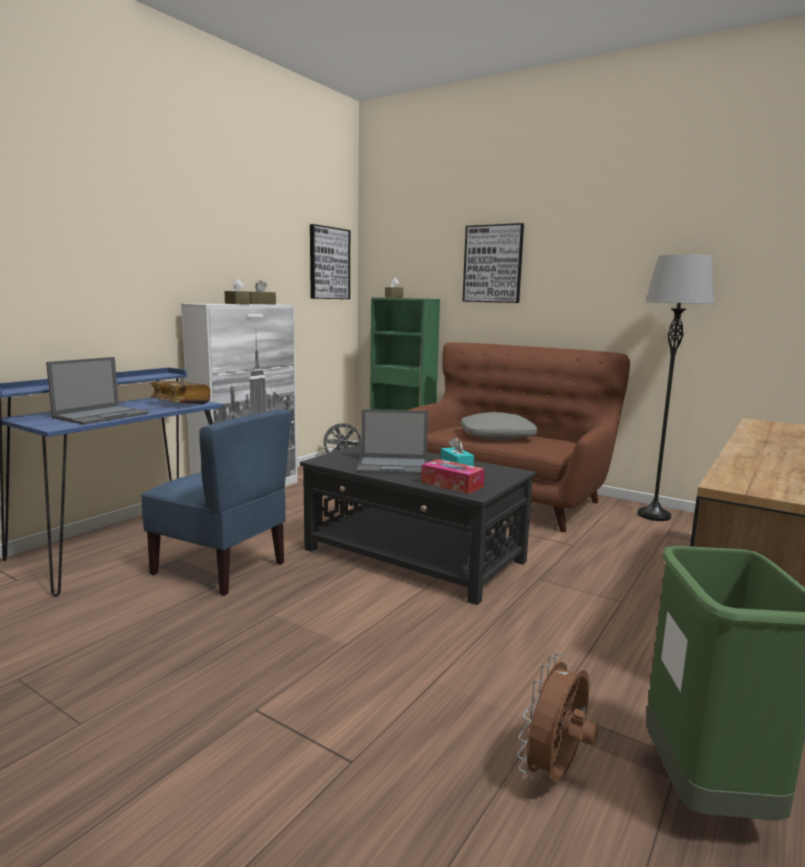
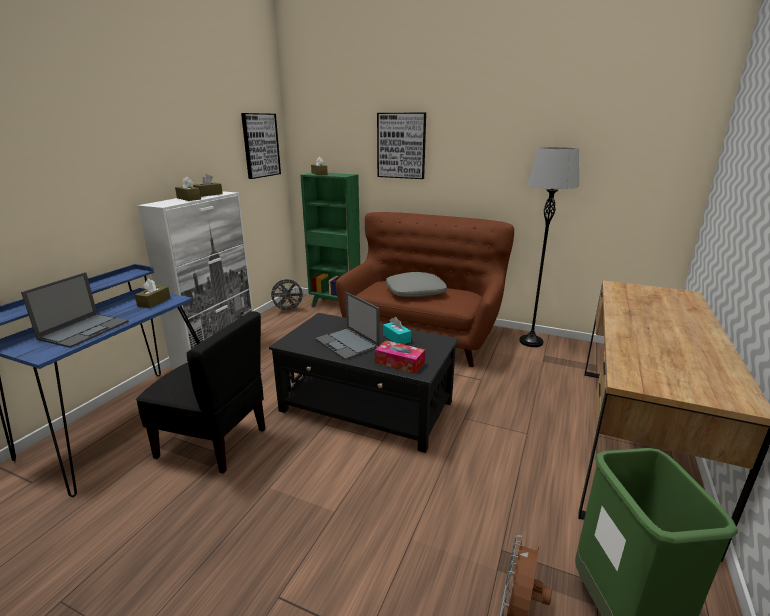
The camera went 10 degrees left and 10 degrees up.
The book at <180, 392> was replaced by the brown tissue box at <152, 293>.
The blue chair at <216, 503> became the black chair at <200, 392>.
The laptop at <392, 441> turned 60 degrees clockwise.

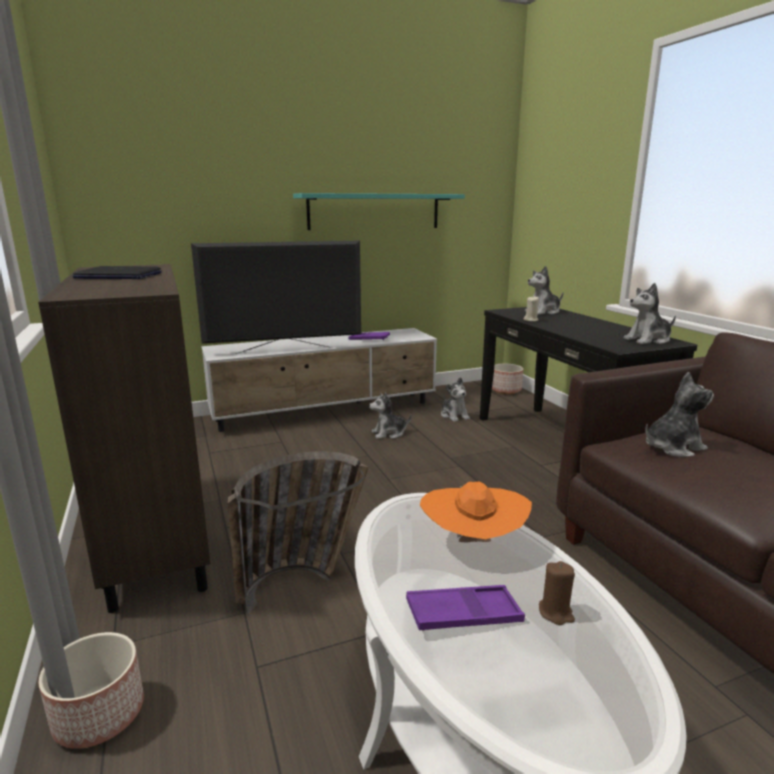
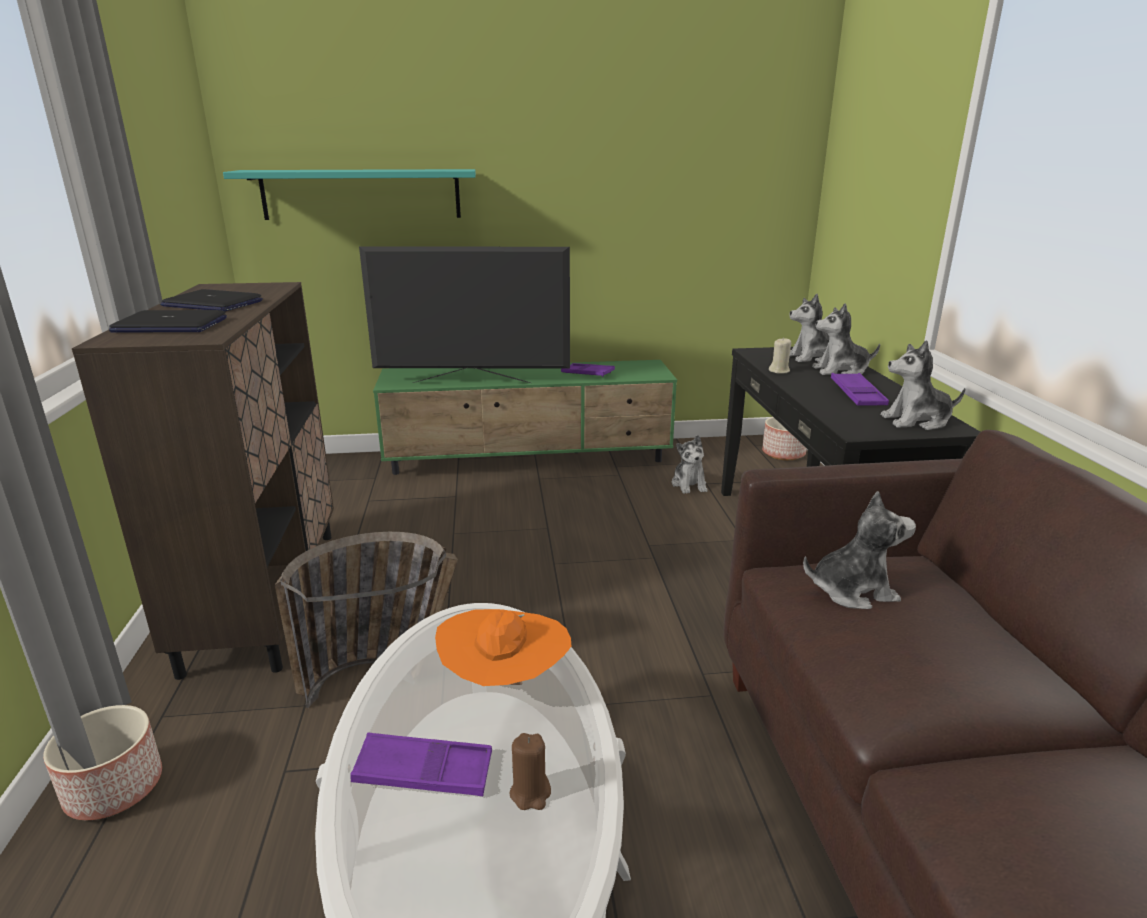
The camera went 15 degrees right and 5 degrees up.
The laptop at <168, 321> appeared.
The turquoise shelf moved from <379, 211> to <349, 194>.
The white tv stand at <319, 380> became the green tv stand at <525, 417>.
The plush toy moved from <390, 415> to <846, 339>.
The purple tray at <860, 389> appeared.

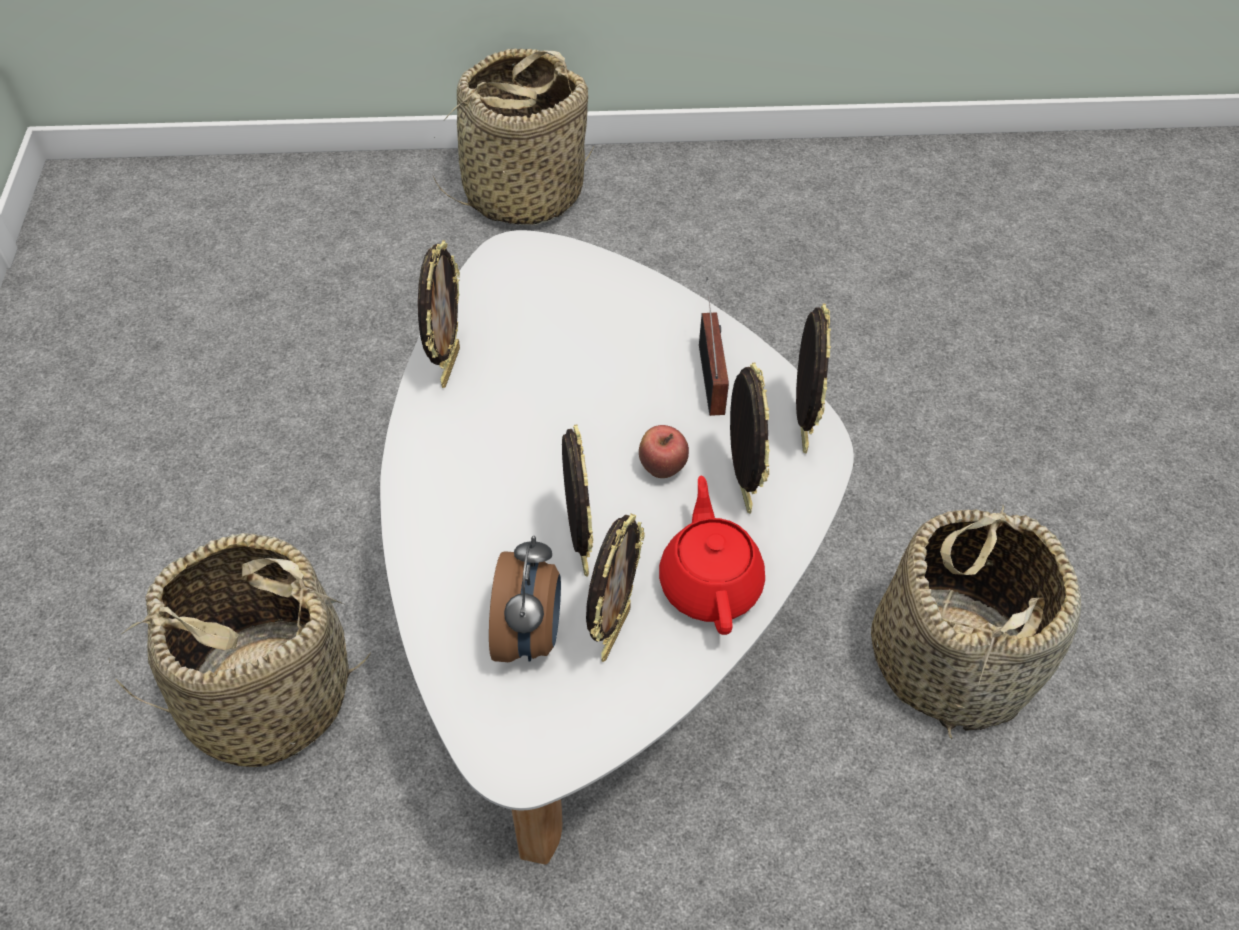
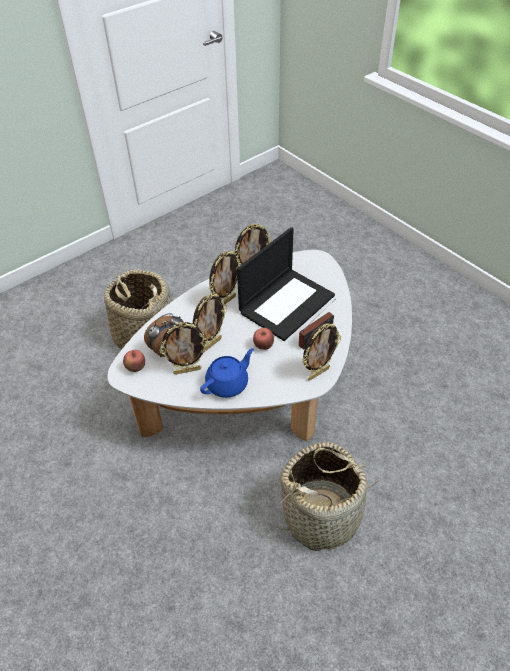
The camera went 55 degrees right and 5 degrees down.
The apple at <134, 361> appeared.
The red teapot at <712, 555> became the blue teapot at <227, 373>.
The picture frame moved from <750, 438> to <225, 278>.
The laptop at <286, 284> appeared.
The basket at <512, 136> disappeared.

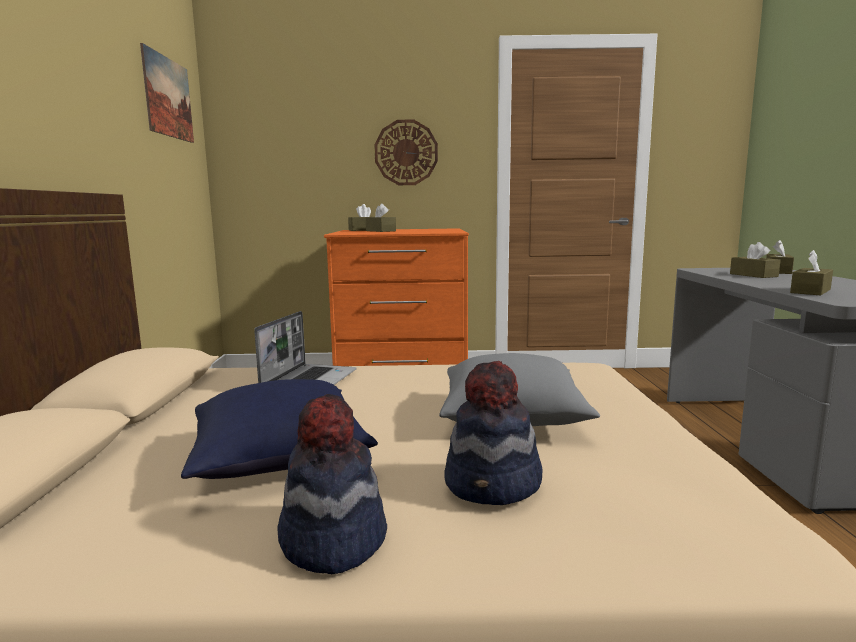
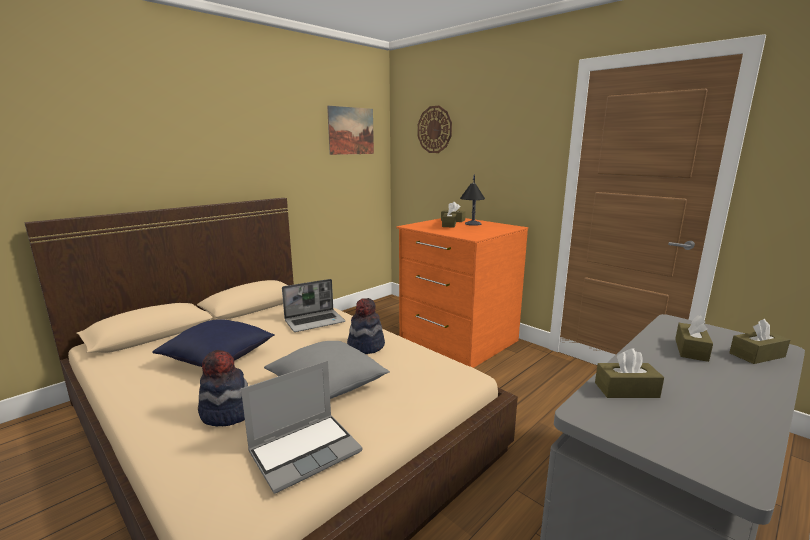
The camera went 45 degrees right and 5 degrees up.
The laptop at <301, 427> appeared.
The hat moved from <332, 484> to <366, 326>.
The wall clock moved from <406, 152> to <435, 129>.
The table lamp at <472, 200> appeared.

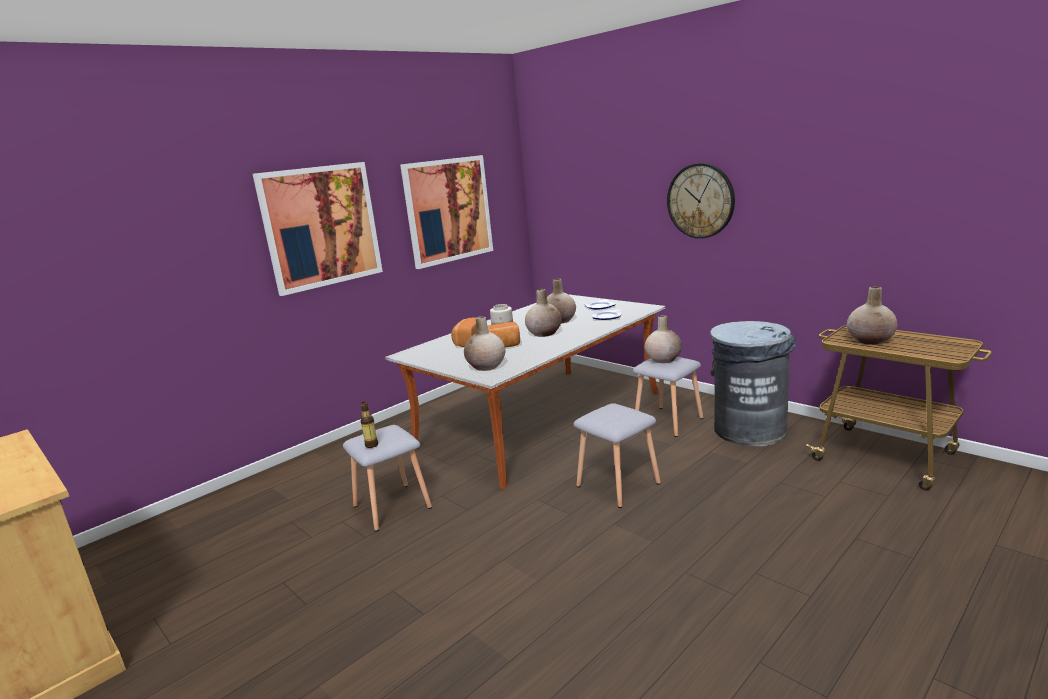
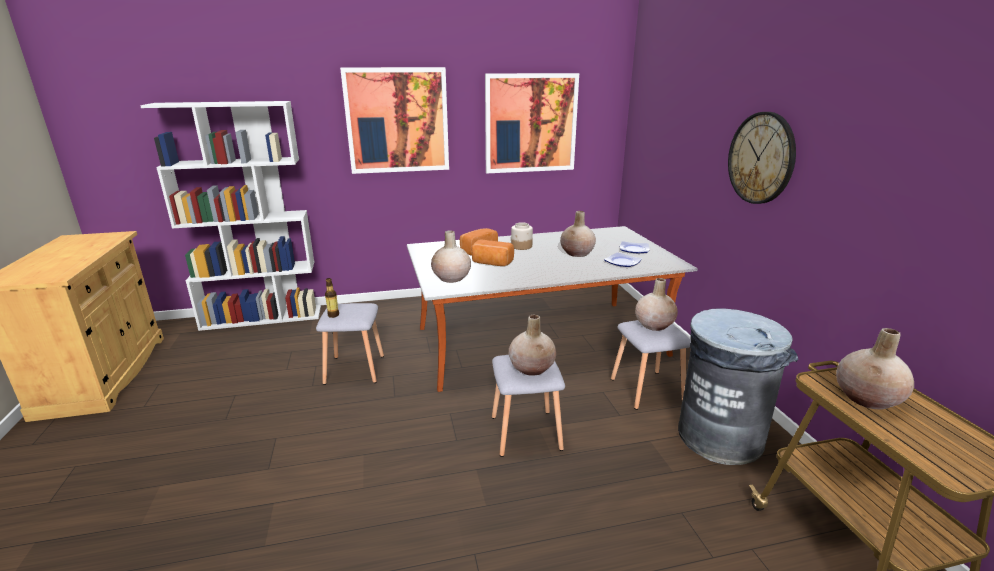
The camera went 30 degrees right and 5 degrees up.
The white bookcase at <230, 216> appeared.
The beige vase moved from <543, 313> to <532, 345>.

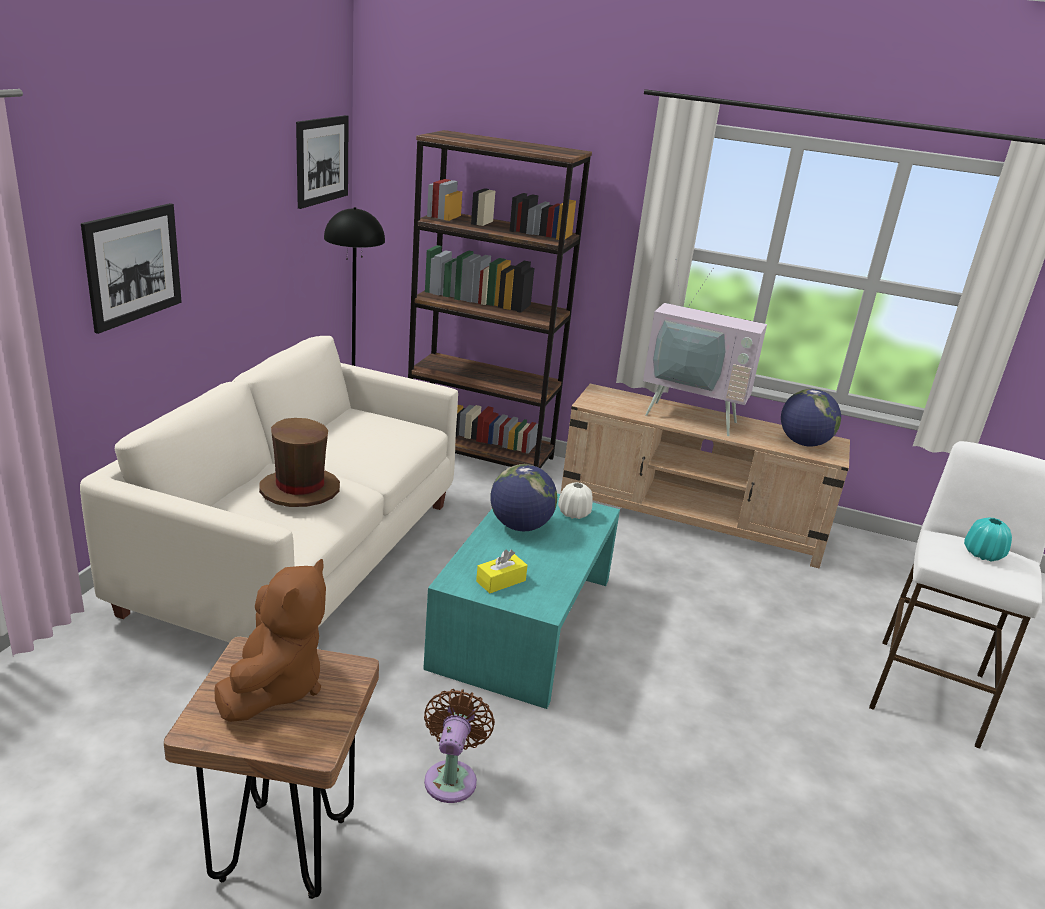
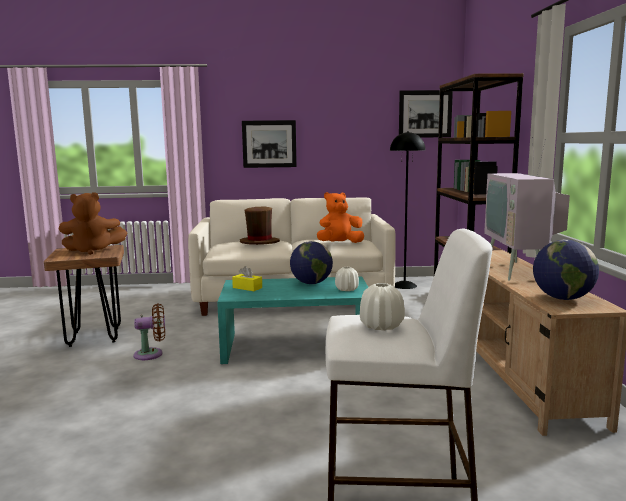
The camera went 70 degrees right and 15 degrees down.
The orange plush toy at <340, 217> appeared.
The turquoise vase at <988, 540> became the white vase at <382, 307>.

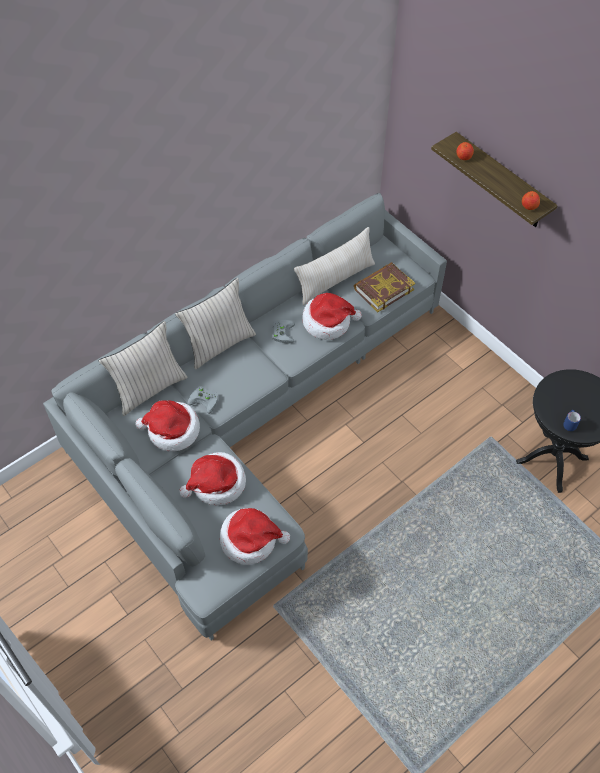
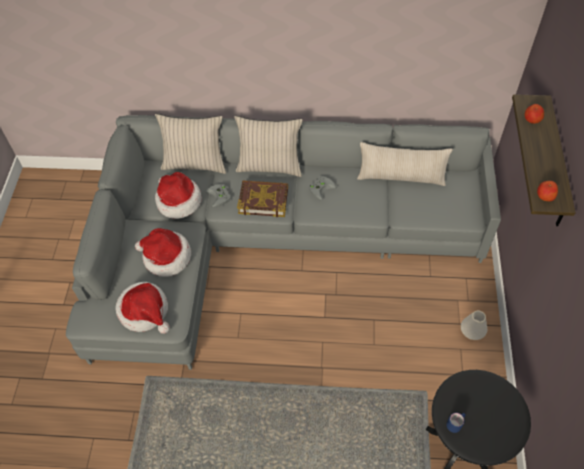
The camera went 45 degrees right and 0 degrees up.
The book moved from <384, 287> to <262, 199>.
The white vase at <474, 325> appeared.
The hat at <332, 316> disappeared.

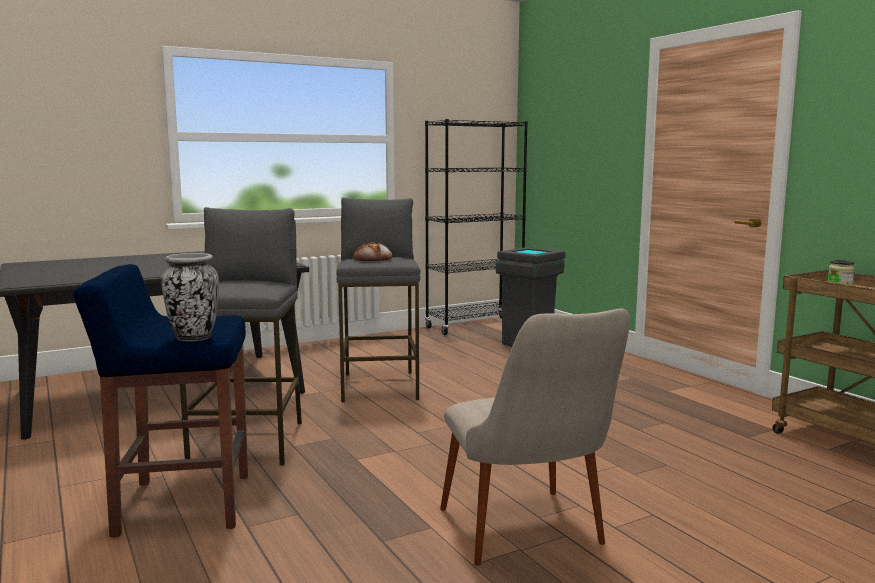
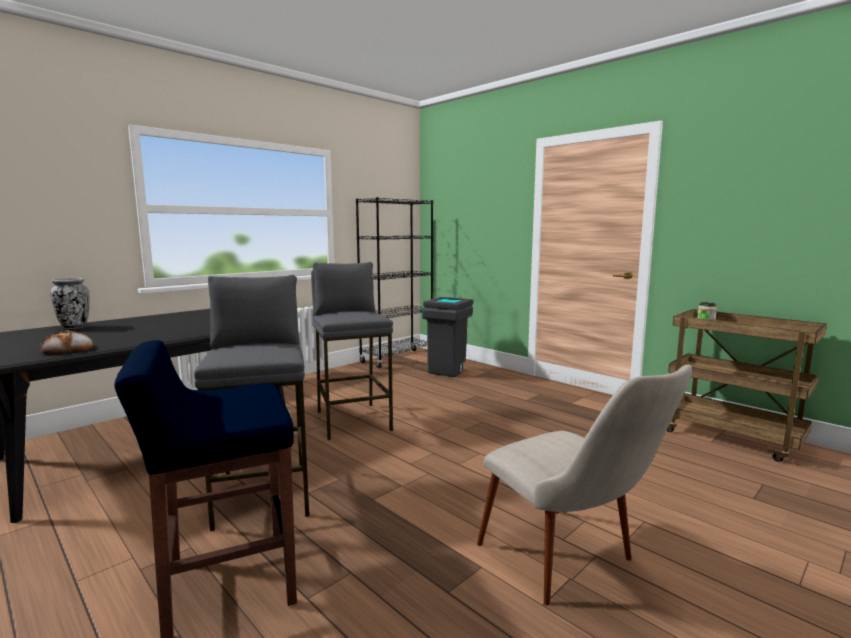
The camera went 15 degrees left and 0 degrees up.
The bread moved from <372, 251> to <66, 342>.
The vase moved from <190, 297> to <70, 303>.

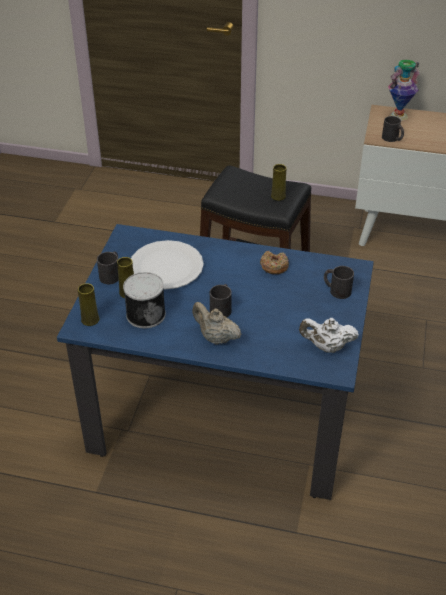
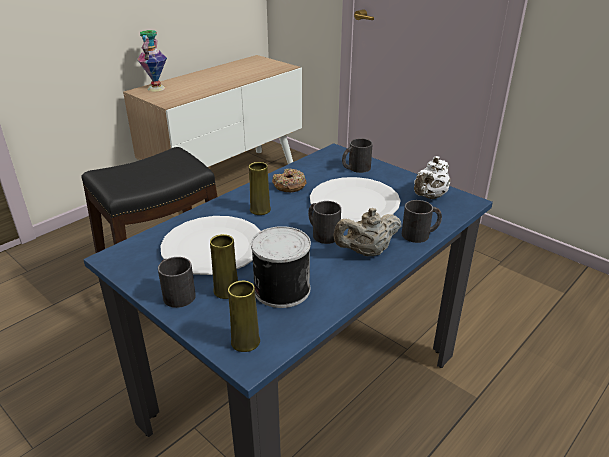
The camera went 60 degrees left and 10 degrees down.
The yellow vase moved from <278, 182> to <260, 188>.
The white plate at <355, 199> appeared.
The black mug moved from <393, 129> to <422, 221>.

